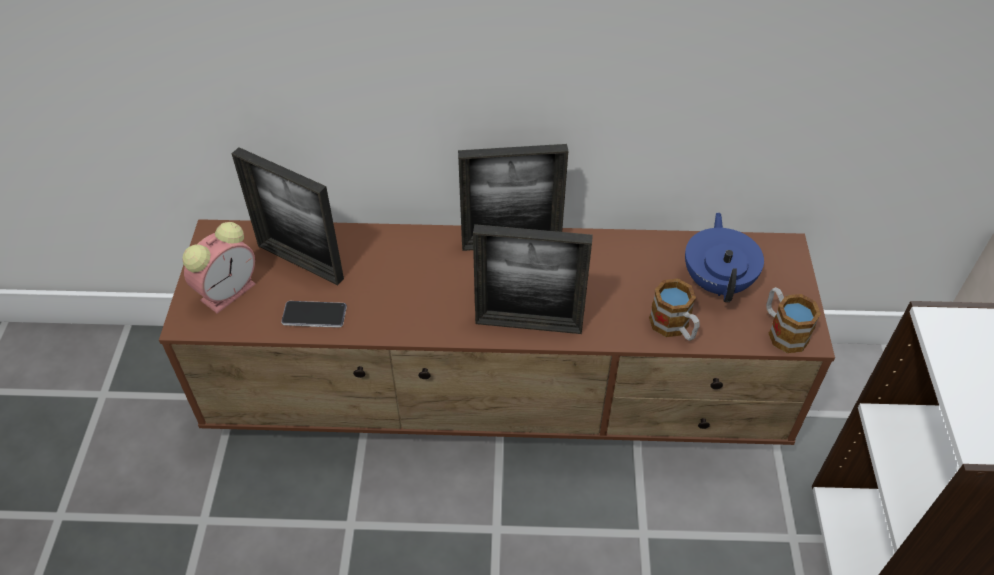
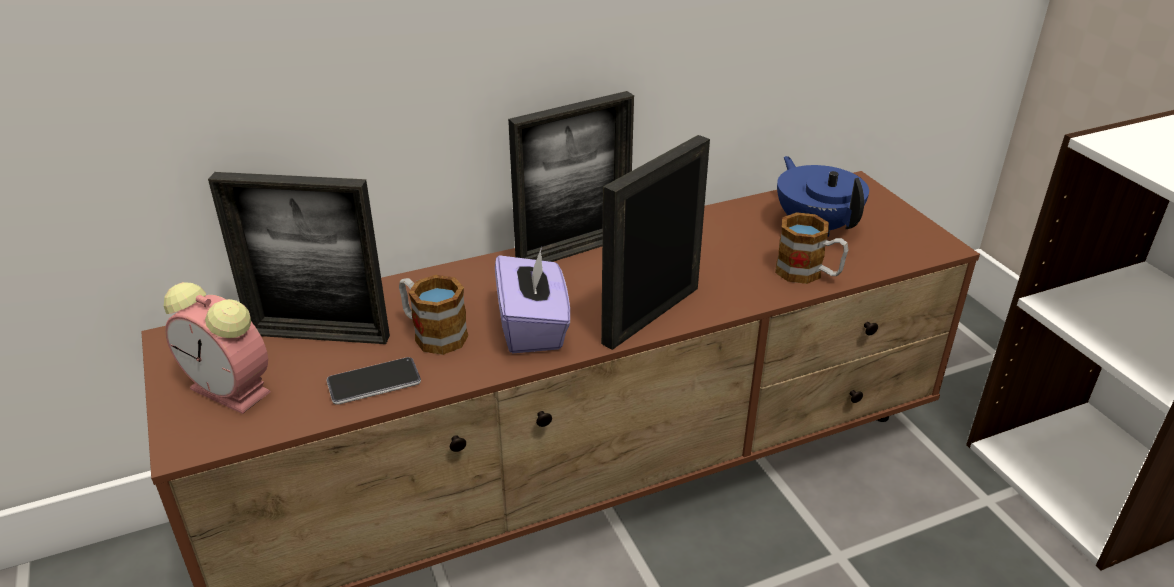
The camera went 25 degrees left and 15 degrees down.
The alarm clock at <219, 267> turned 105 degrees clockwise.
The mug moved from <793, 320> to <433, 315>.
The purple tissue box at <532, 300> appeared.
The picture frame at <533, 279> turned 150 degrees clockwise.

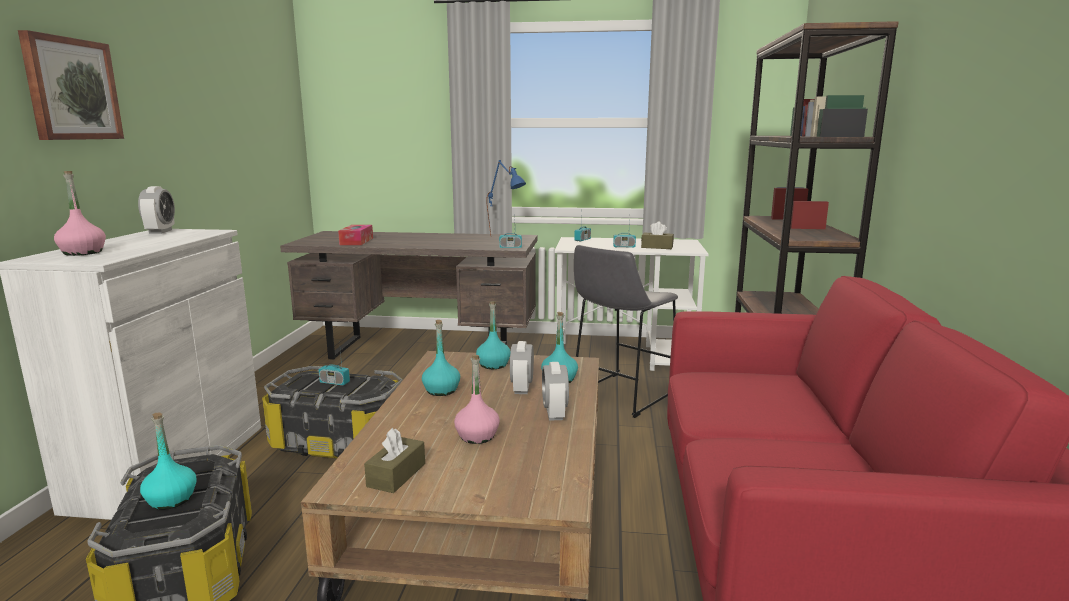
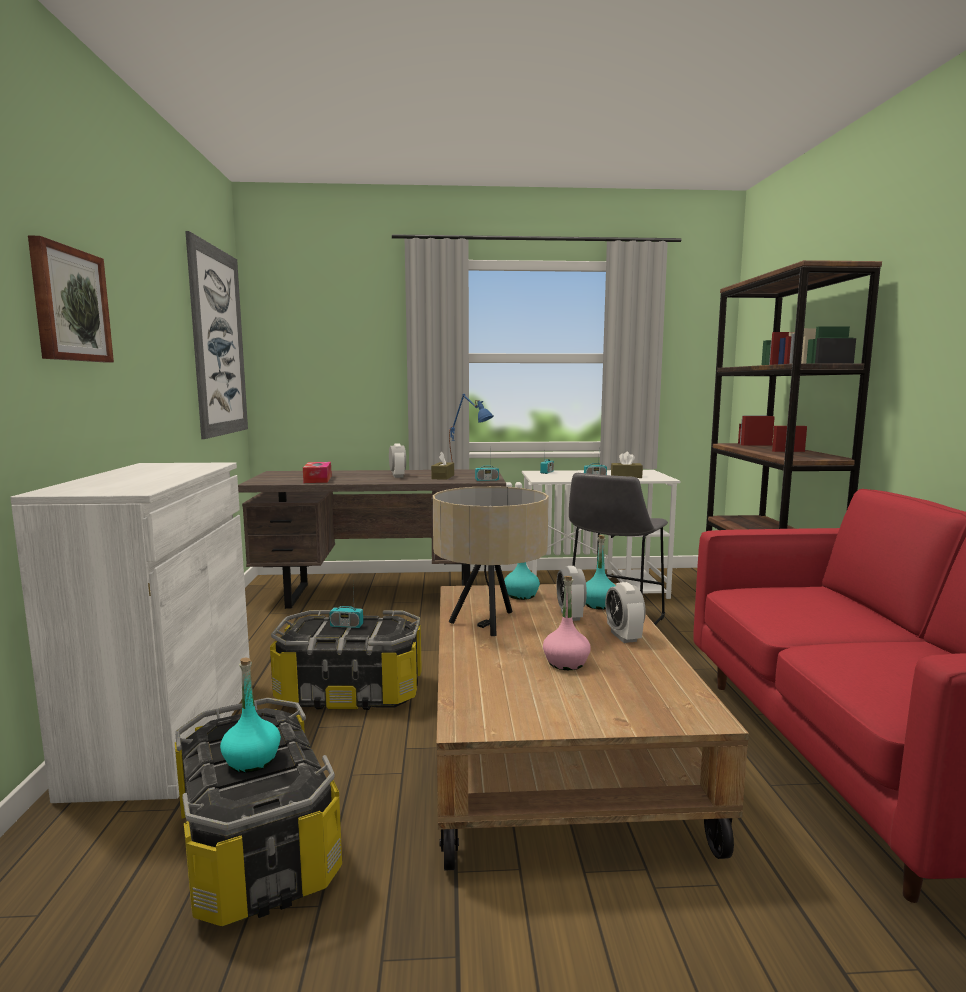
The camera went 10 degrees left and 5 degrees down.
The picture at <216, 335> appeared.
The alarm clock moved from <156, 210> to <397, 461>.
The brown tissue box moved from <394, 460> to <442, 466>.
The turquoise bottle at <441, 358> was replaced by the beige table lamp at <491, 561>.
The pink bottle at <80, 213> disappeared.

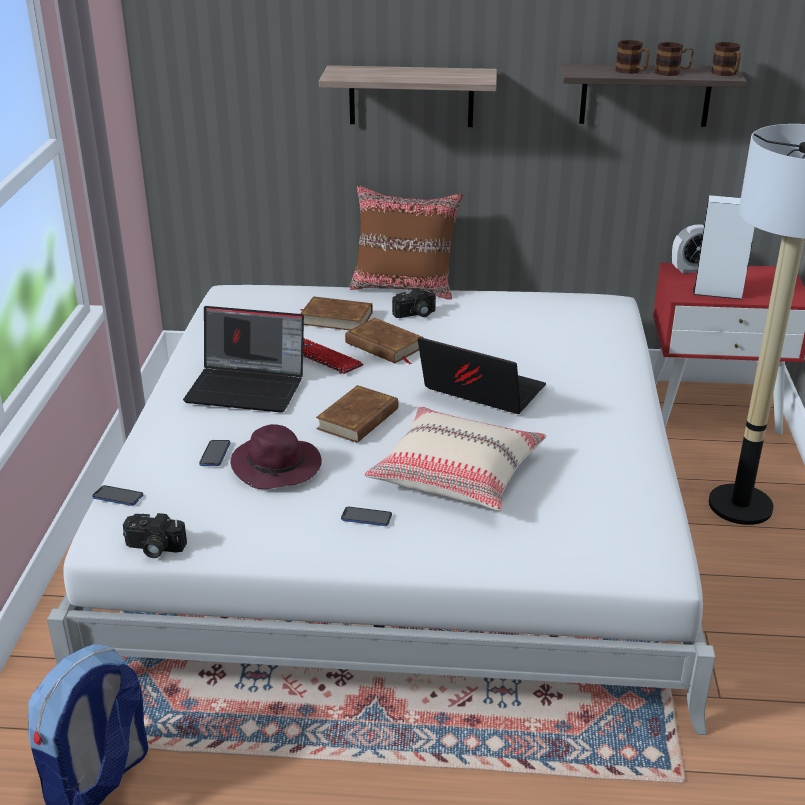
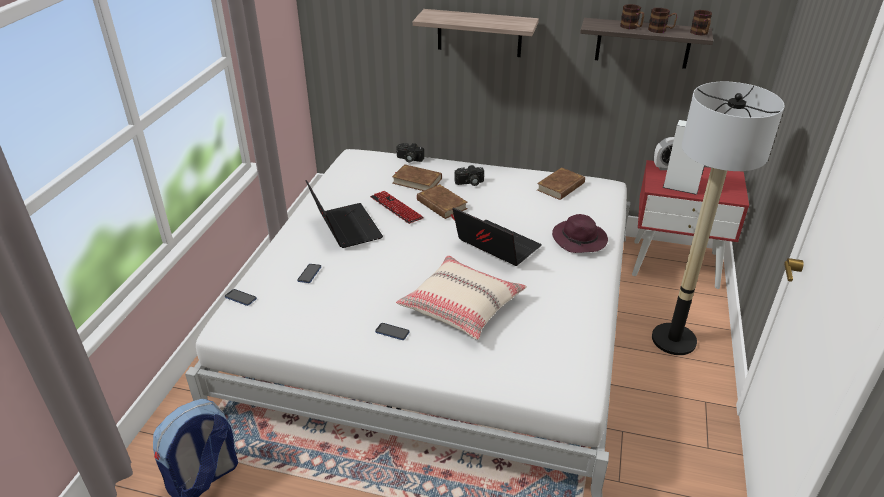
The camera went 10 degrees right and 5 degrees up.
The laptop at <243, 359> turned 135 degrees counterclockwise.
The photo camera moved from <155, 535> to <410, 152>.
The brown book moved from <357, 414> to <561, 183>.
The purple hat moved from <276, 456> to <580, 233>.
The brown pillow at <406, 242> disappeared.

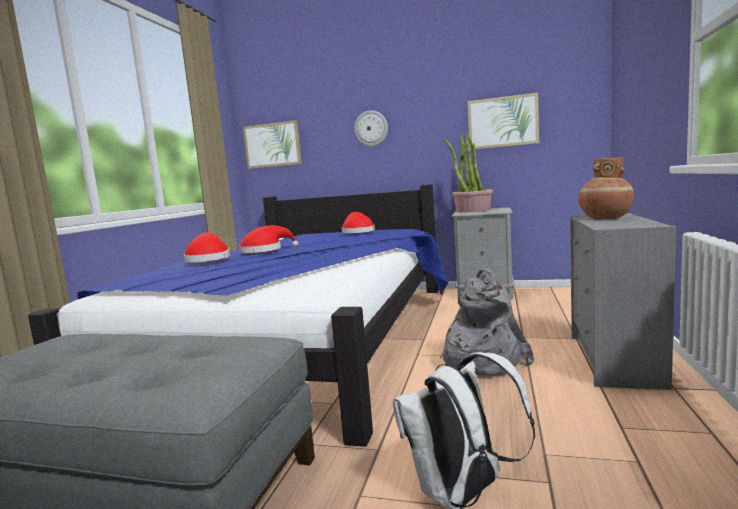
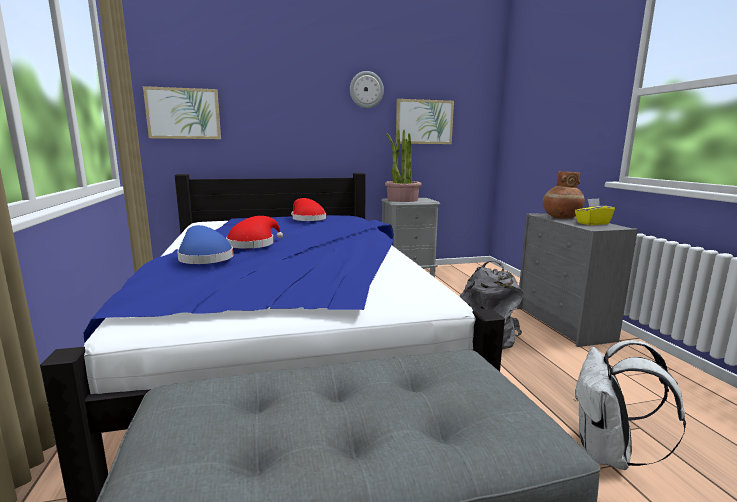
The camera went 30 degrees left and 5 degrees up.
The red hat at <207, 247> became the blue hat at <205, 244>.
The wall clock moved from <371, 128> to <367, 89>.
The yellow tissue box at <595, 211> appeared.

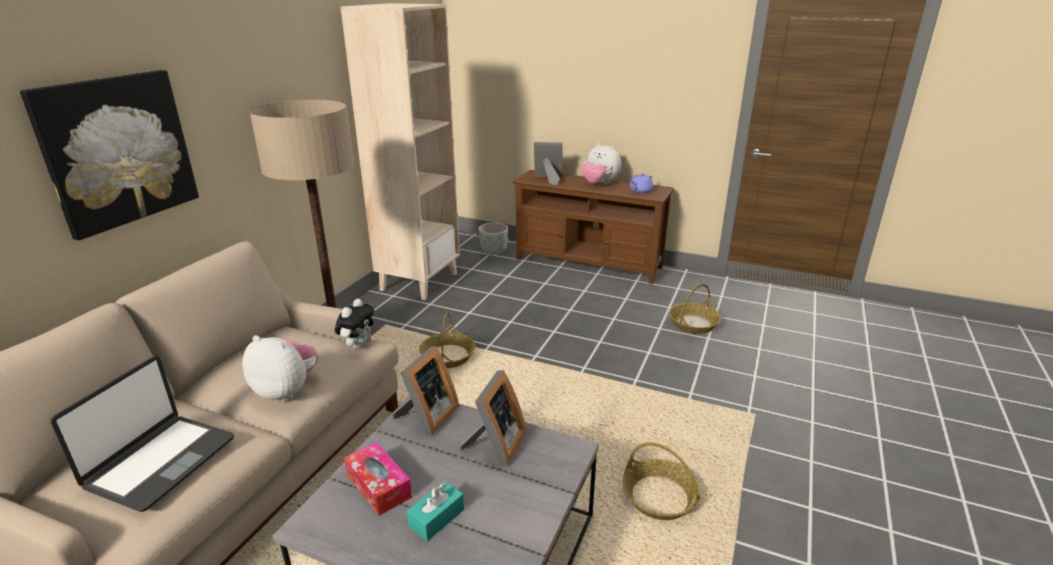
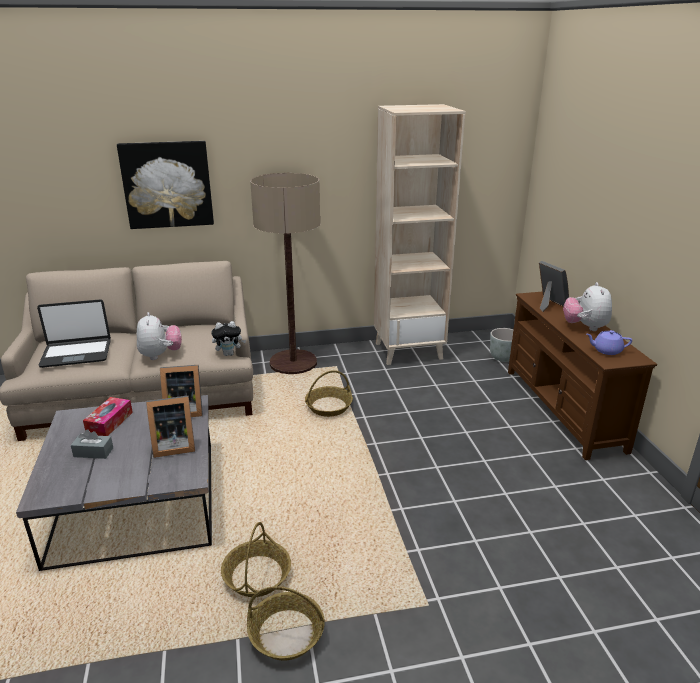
The camera went 55 degrees right and 0 degrees up.
The turquoise tissue box at <435, 511> became the grey tissue box at <92, 444>.
The basket moved from <695, 309> to <286, 623>.

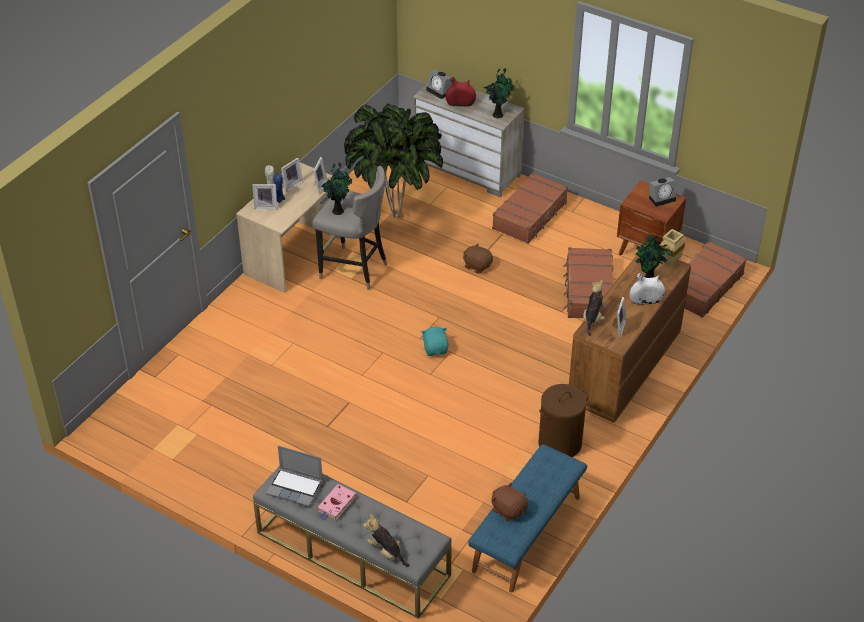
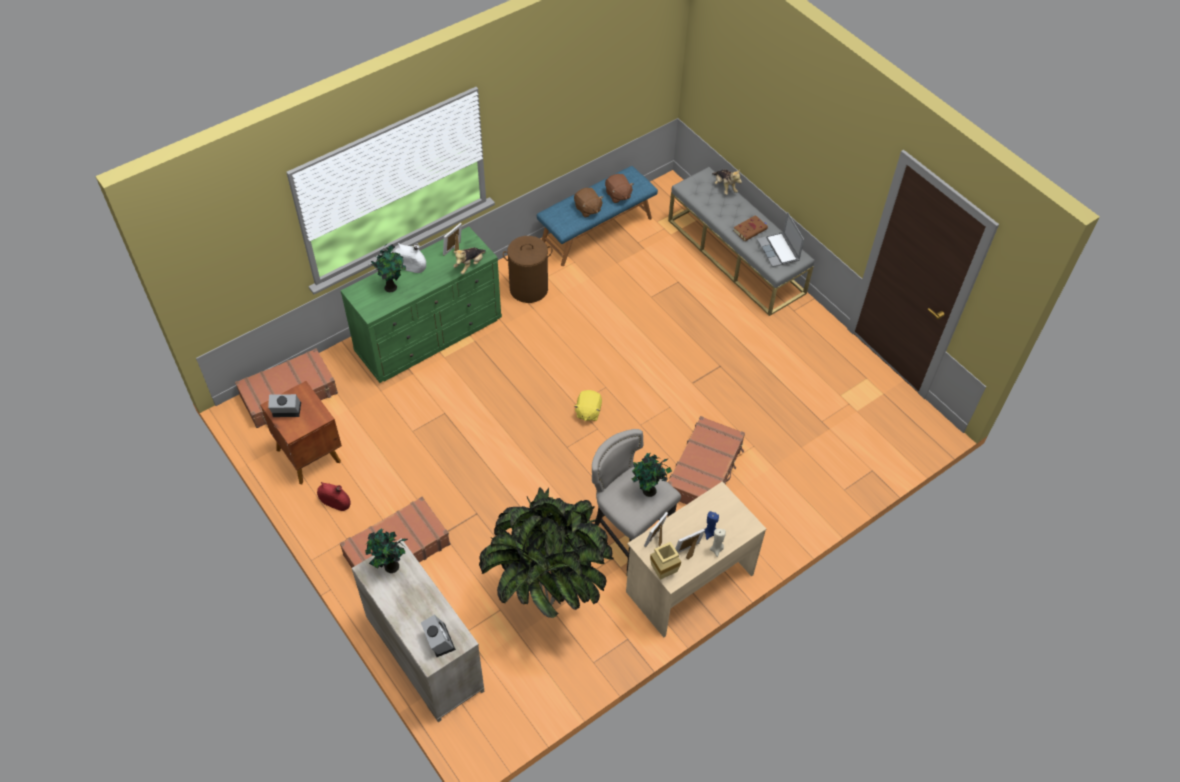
The camera went 160 degrees left and 10 degrees up.
The red vase moved from <461, 92> to <334, 496>.
The brown dresser at <630, 334> became the green dresser at <421, 305>.
The brown plush toy moved from <478, 258> to <588, 202>.
The turquoise plush toy at <435, 341> became the yellow plush toy at <588, 405>.
The beige vase moved from <672, 247> to <665, 561>.
The brown suitcase moved from <588, 282> to <706, 460>.
The pink book at <336, 502> became the brown book at <750, 228>.
The laptop at <294, 476> turned 150 degrees counterclockwise.
The picture frame at <265, 197> disappeared.

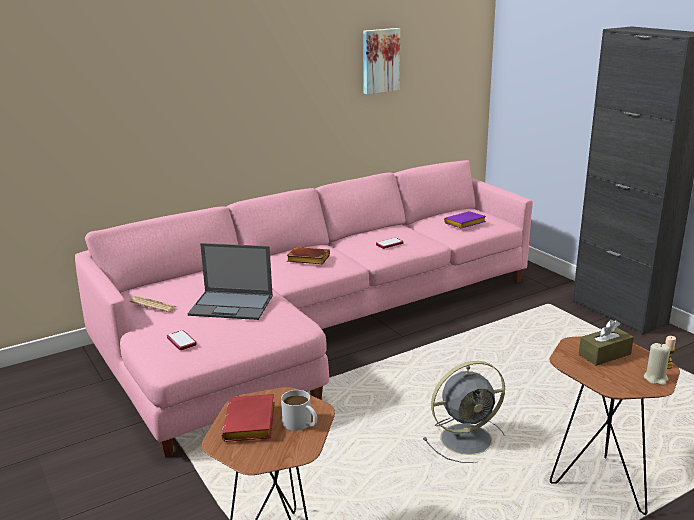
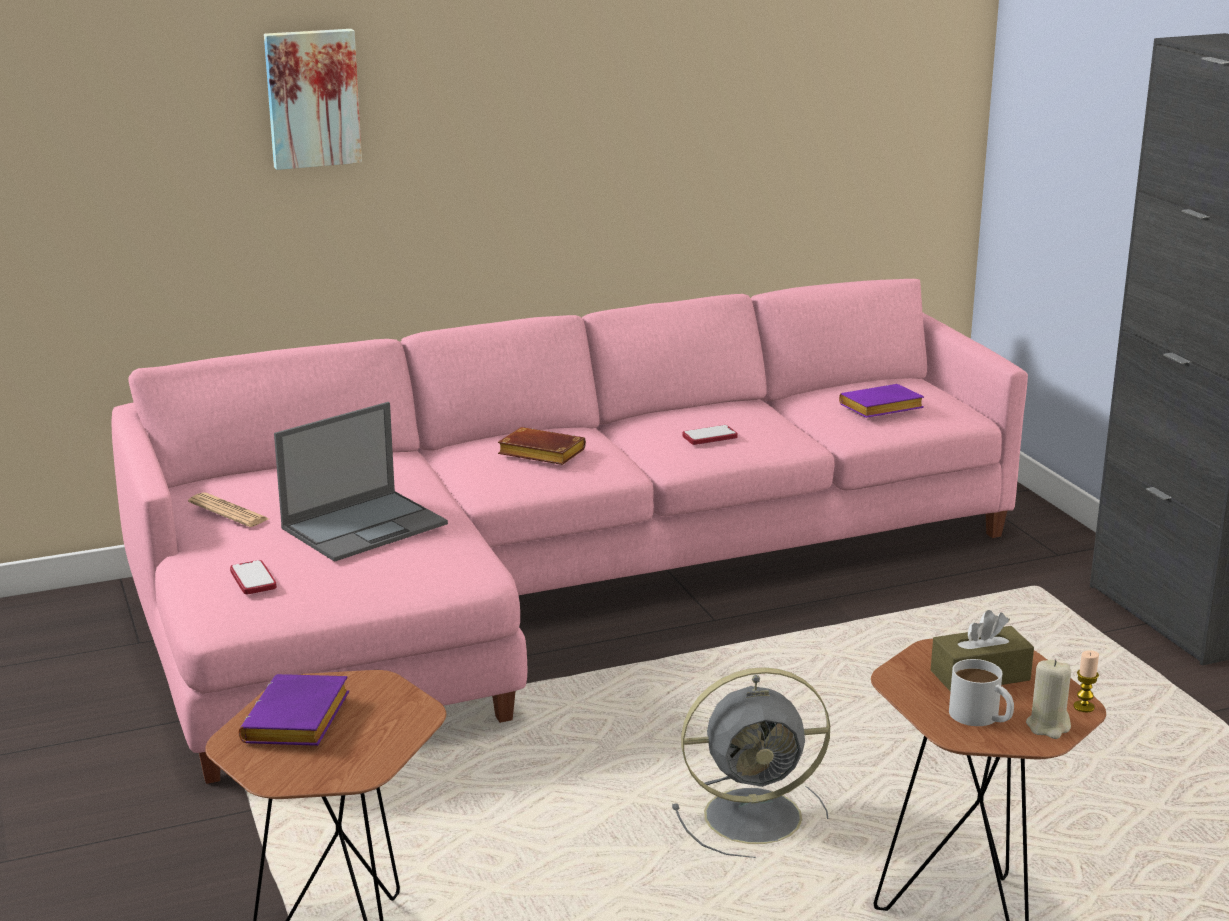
The camera went 10 degrees right and 0 degrees up.
The red book at <248, 418> became the purple book at <294, 710>.
The picture moved from <381, 61> to <313, 99>.
The laptop at <230, 281> turned 60 degrees counterclockwise.
The white mug moved from <299, 410> to <981, 692>.

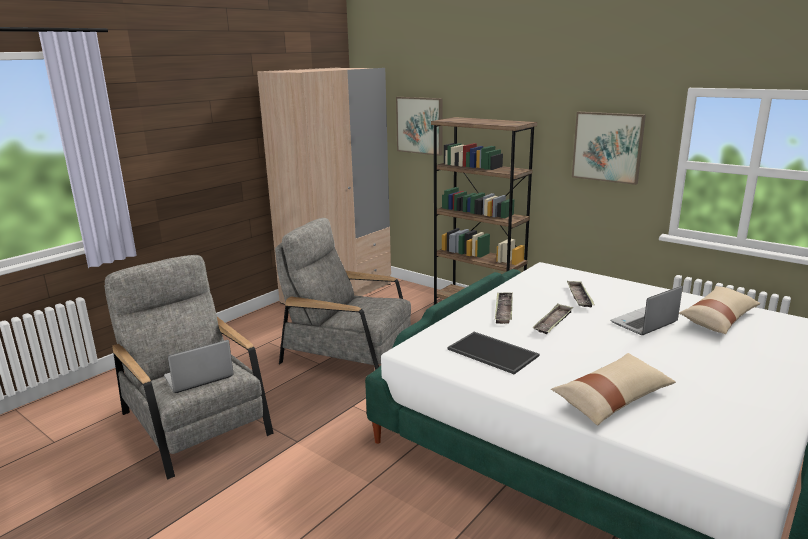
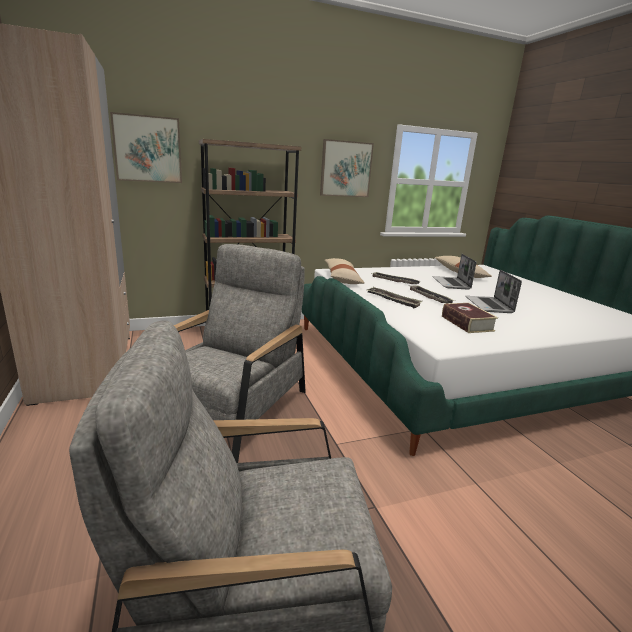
The camera went 60 degrees left and 0 degrees up.
The grey armchair at <343, 294> turned 150 degrees clockwise.
The beige pillow moved from <613, 389> to <345, 271>.
The tray at <493, 353> was replaced by the book at <470, 318>.
The laptop moved from <199, 366> to <493, 291>.

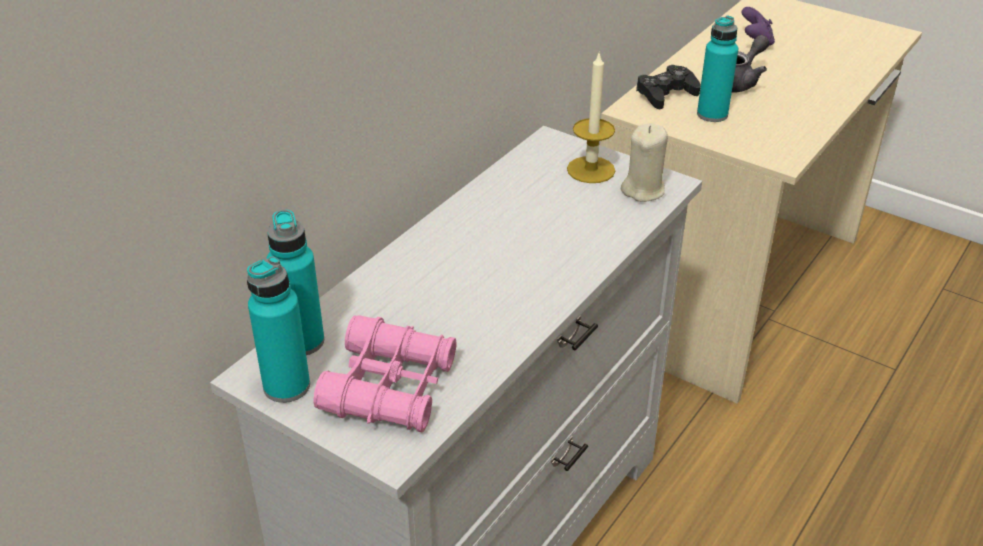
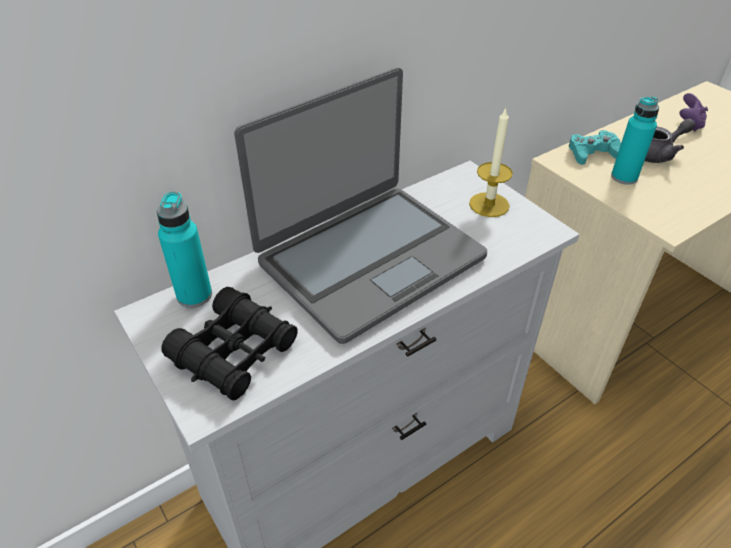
The camera went 20 degrees right and 5 degrees up.
The pink binoculars at <384, 373> became the black binoculars at <229, 344>.
The laptop at <360, 206> appeared.
The black game controller at <668, 87> became the turquoise game controller at <595, 147>.
The turquoise bottle at <278, 330> disappeared.
The beige candle at <644, 162> disappeared.

